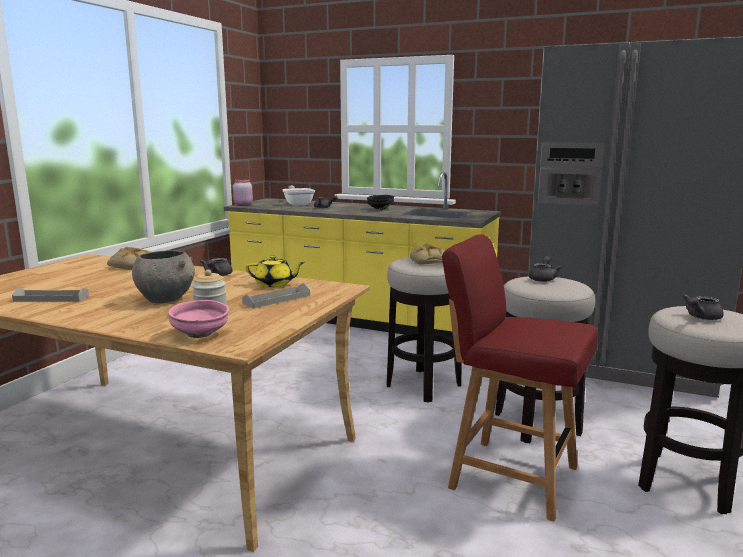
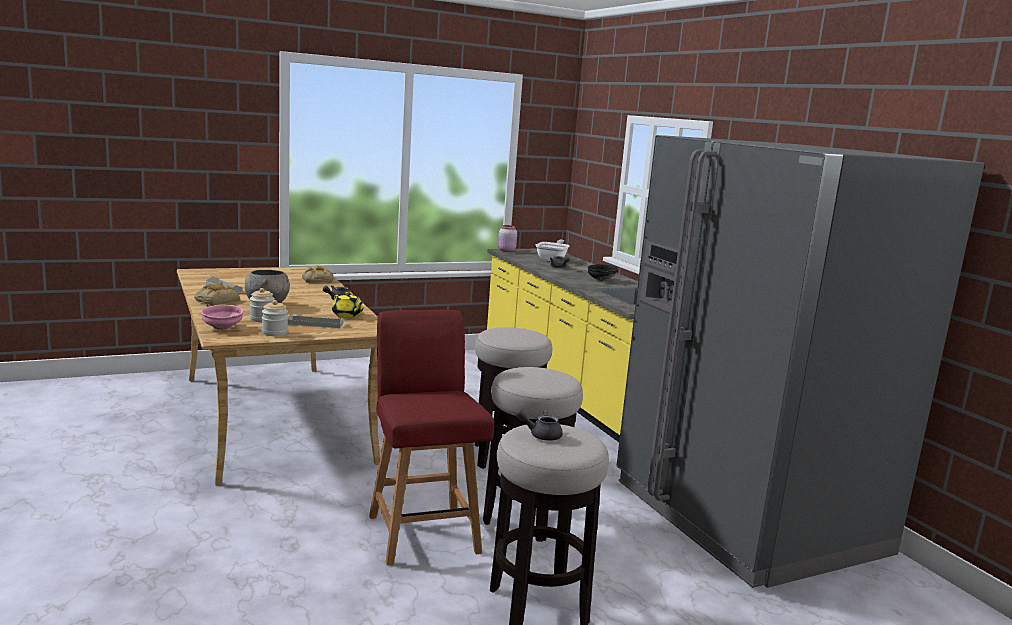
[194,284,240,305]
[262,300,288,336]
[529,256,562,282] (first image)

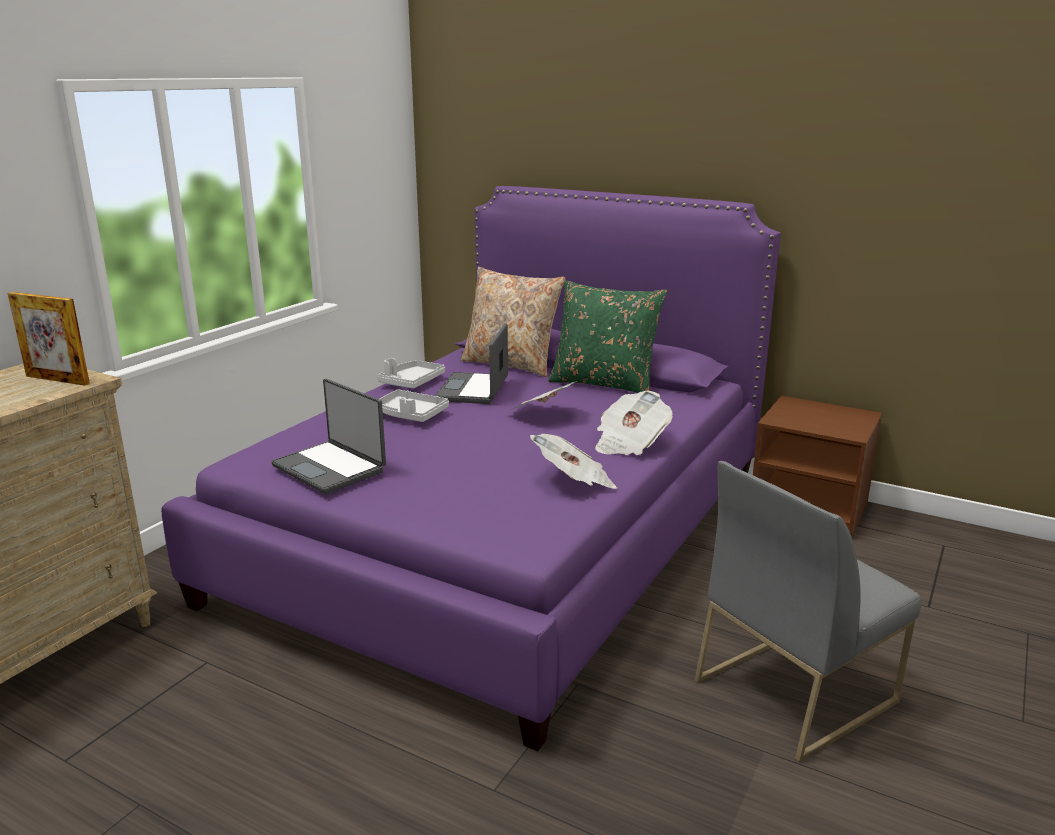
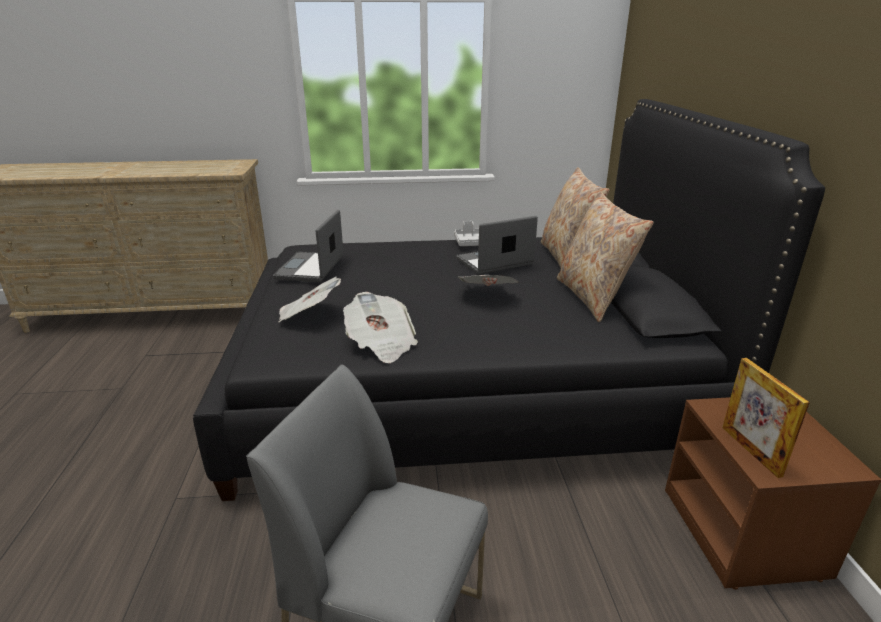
[193,99,825,501]
[279,277,341,322]
[557,191,654,322]
[722,358,810,478]
[380,389,449,422] (first image)

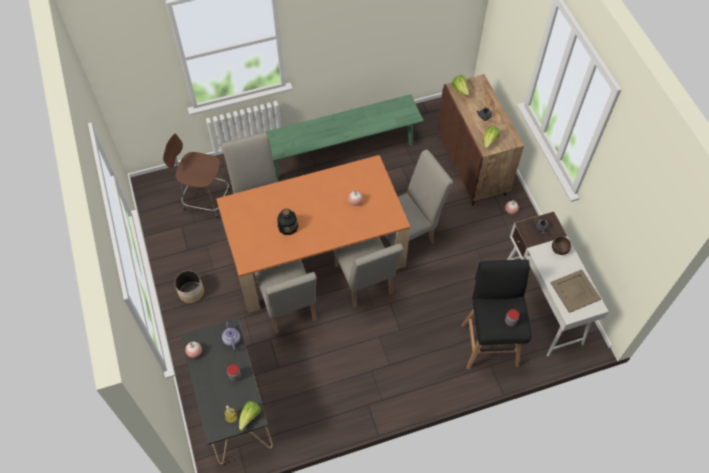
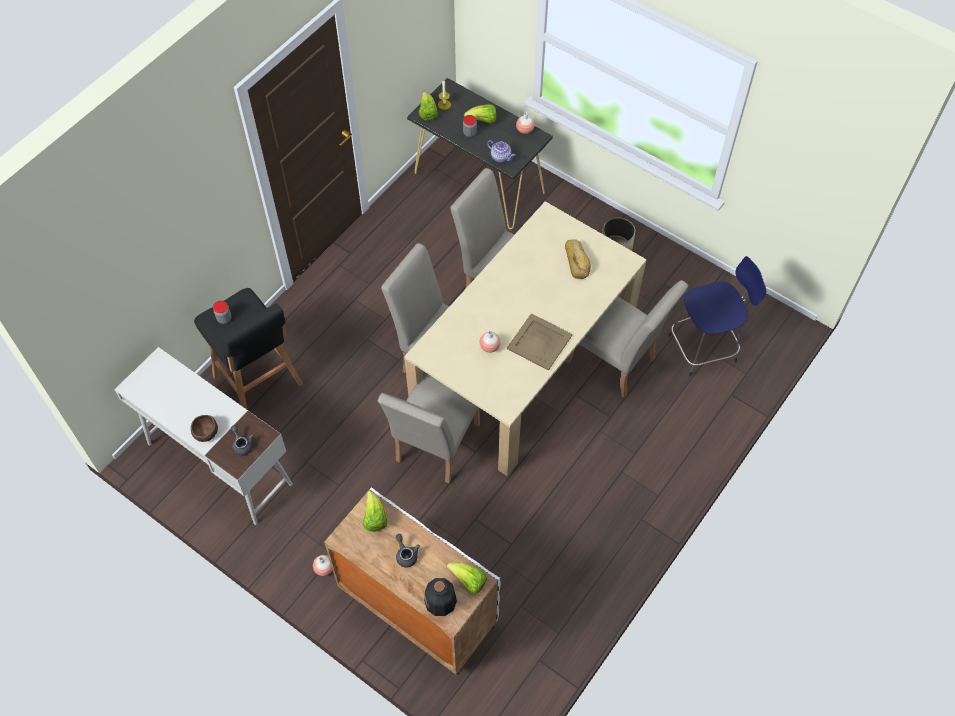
[324,487,501,675]
[404,201,647,477]
[424,578,457,616]
[464,104,496,123]
[507,313,572,371]
[565,239,591,279]
[668,256,766,377]
[266,94,424,181] (first image)

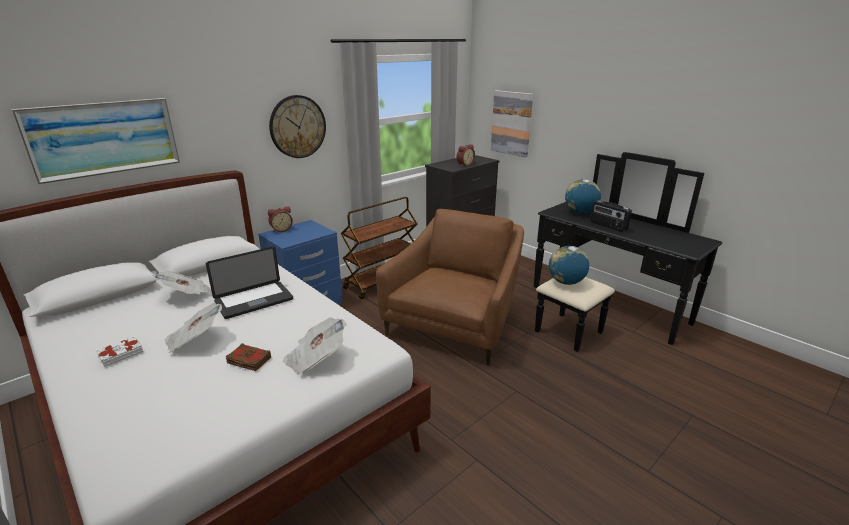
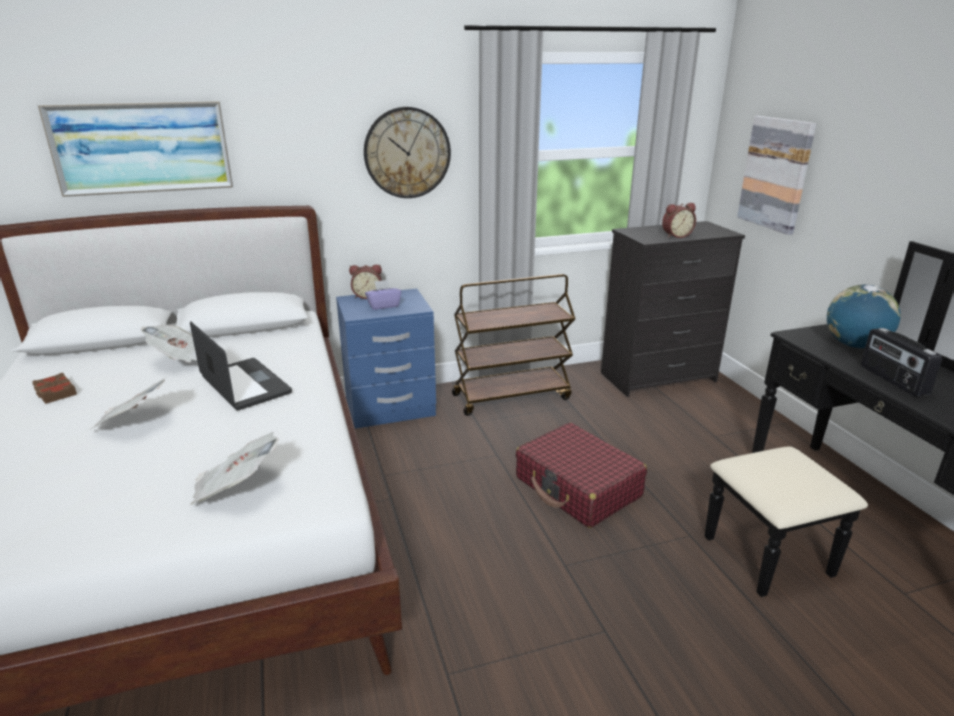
[32,373,77,404]
[190,322,292,410]
[365,280,401,310]
[516,423,647,528]
[96,336,143,367] (first image)
[549,246,589,285] (first image)

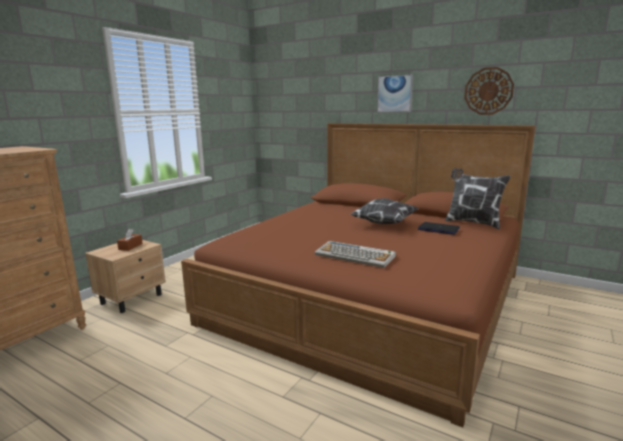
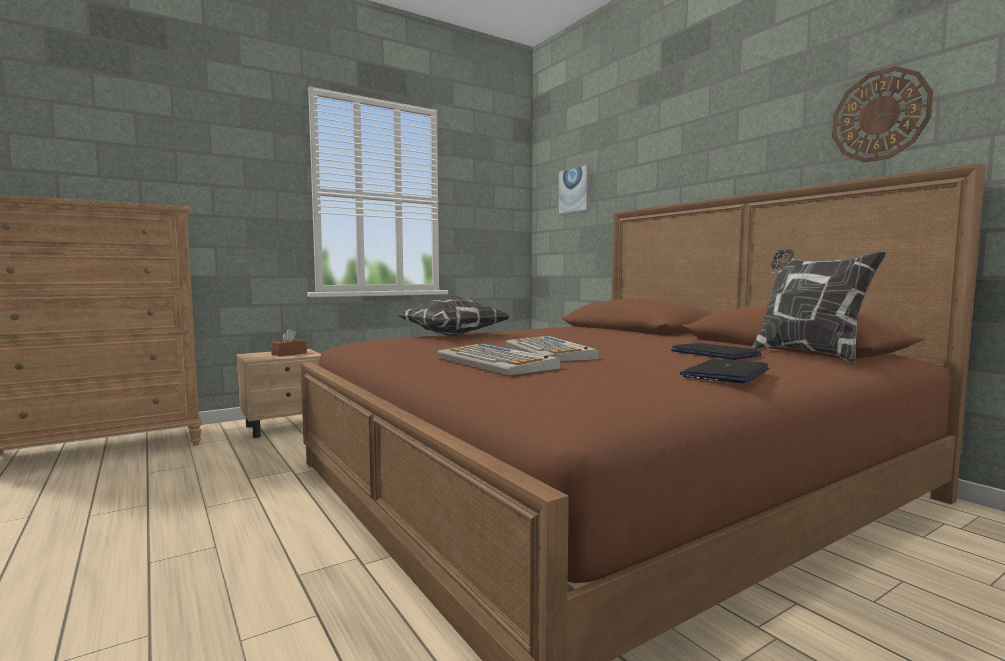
[398,295,510,337]
[506,336,599,361]
[558,164,590,215]
[680,359,769,383]

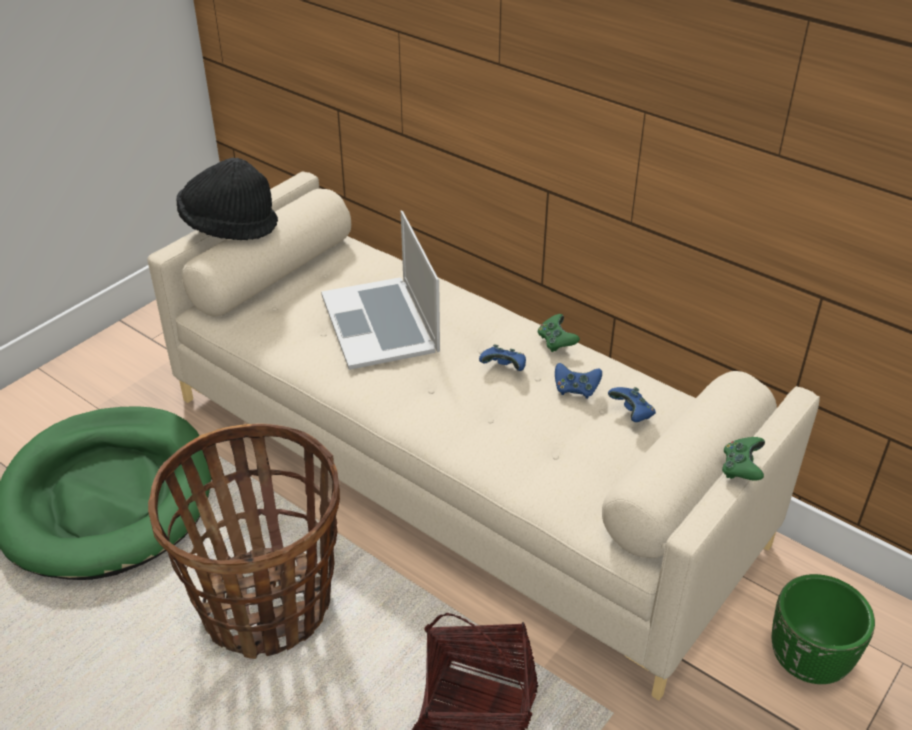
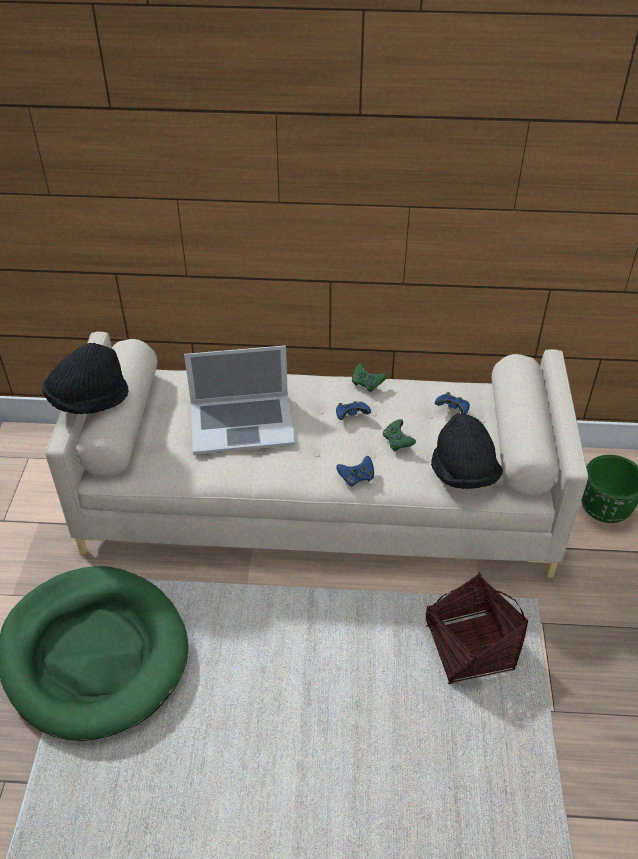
[184,345,295,455]
[336,456,374,487]
[383,419,416,451]
[431,413,503,489]
[148,423,340,659] (first image)

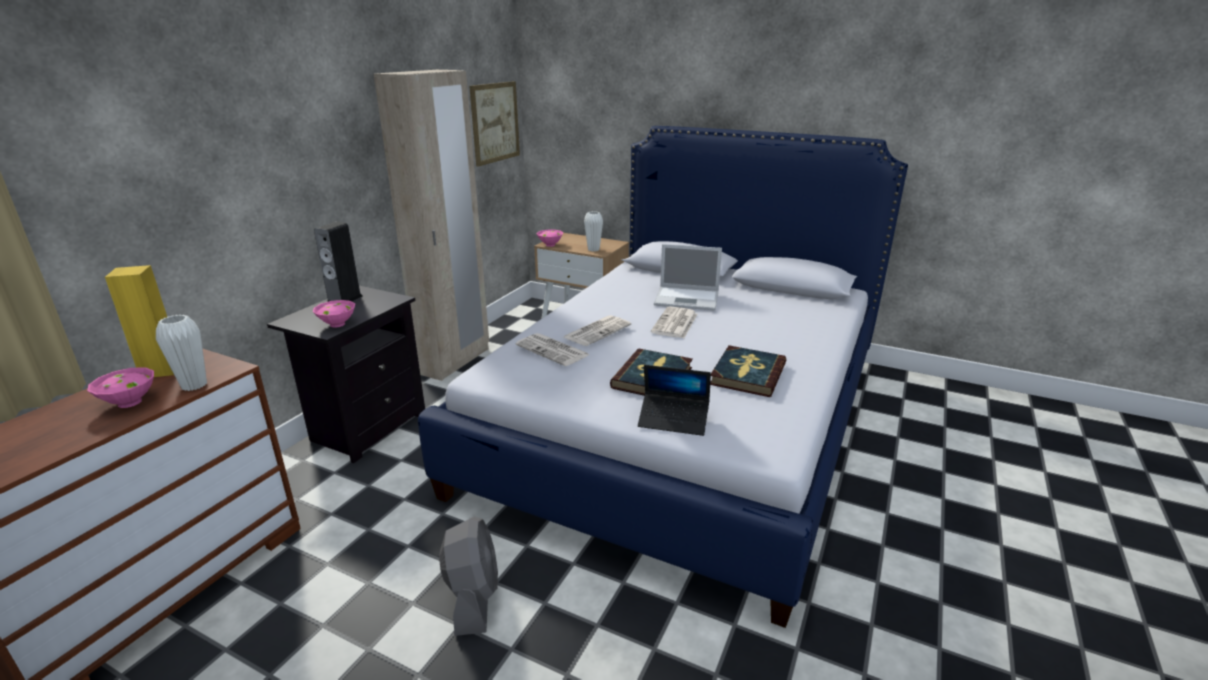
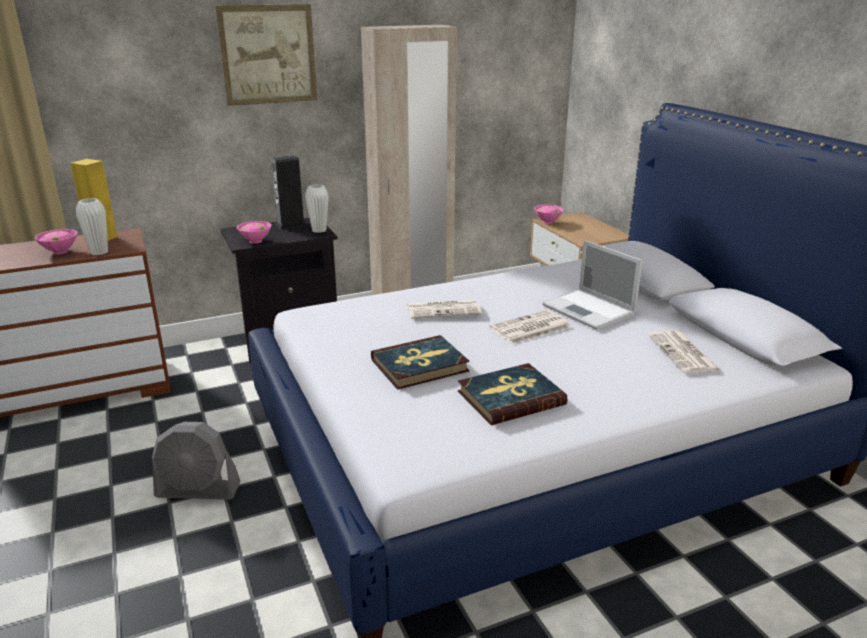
[152,422,241,500]
[215,4,317,106]
[305,184,329,233]
[648,331,721,374]
[638,365,711,436] (first image)

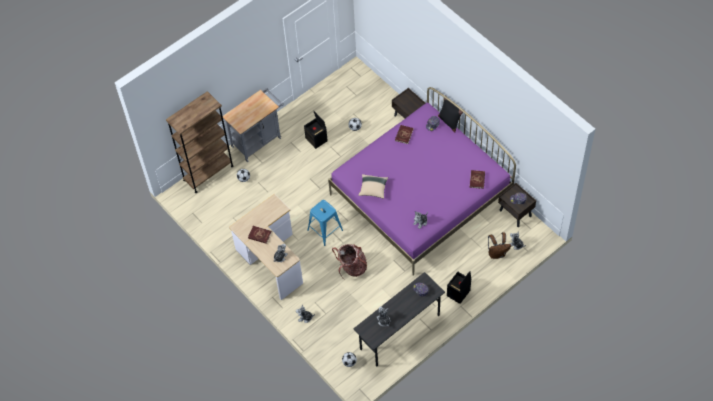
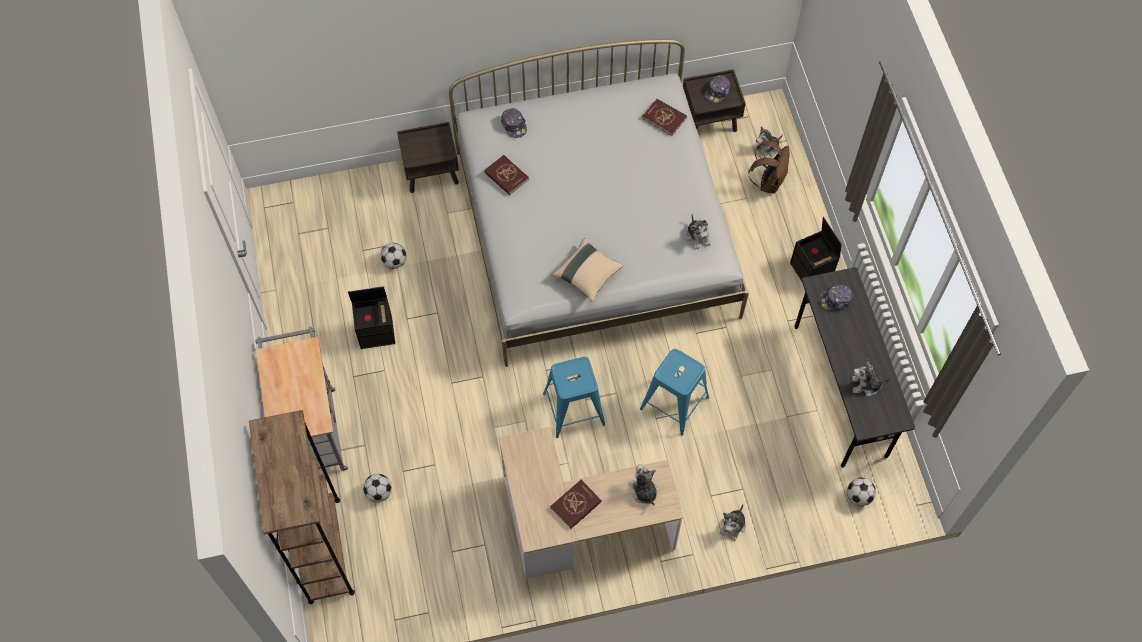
[449,39,749,367]
[640,349,709,436]
[438,95,463,133] (first image)

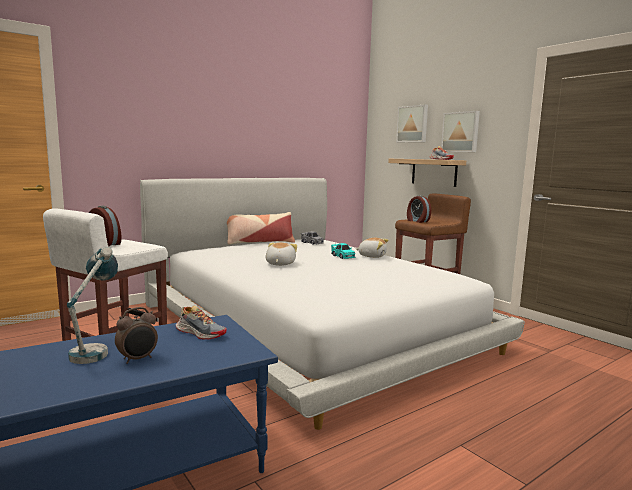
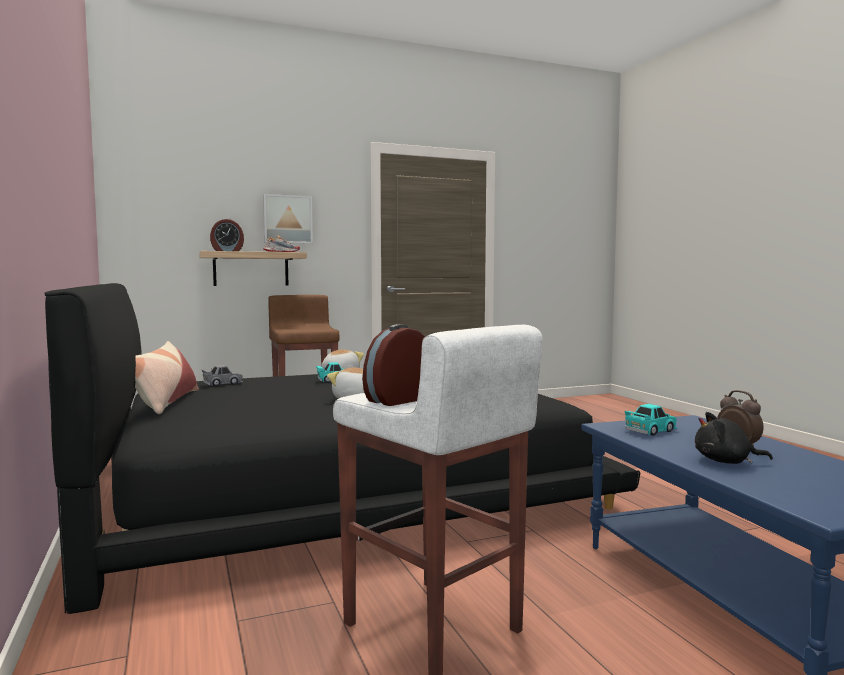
[44,283,640,614]
[210,218,244,251]
[625,404,677,436]
[695,412,773,464]
[396,105,428,142] (first image)

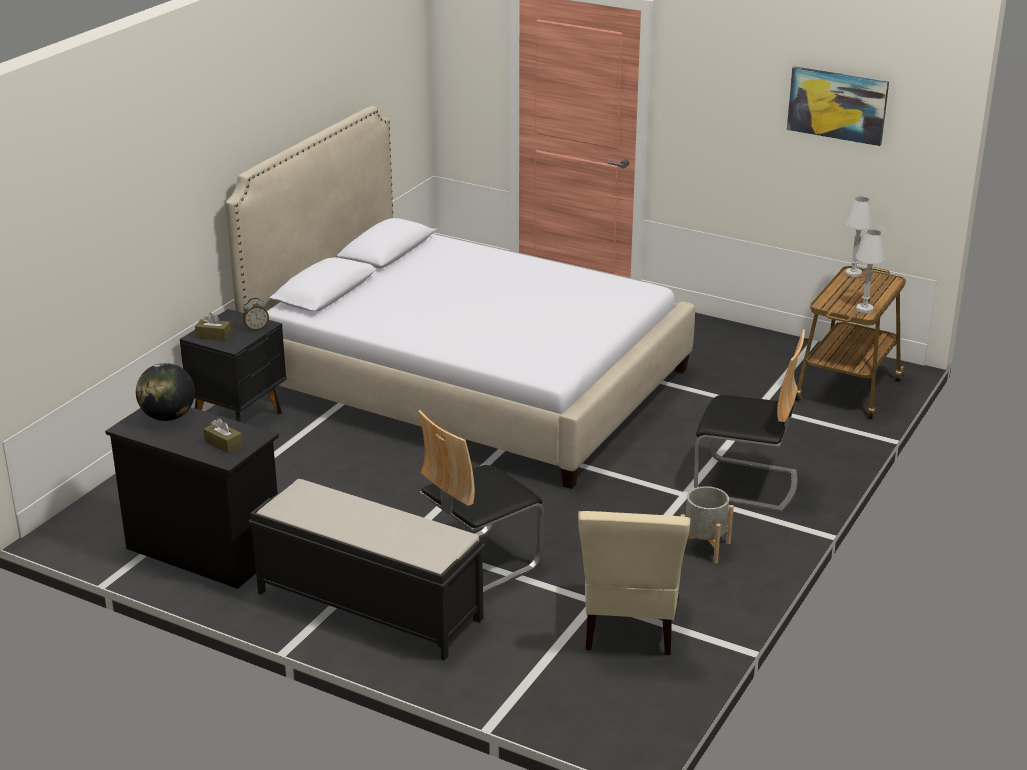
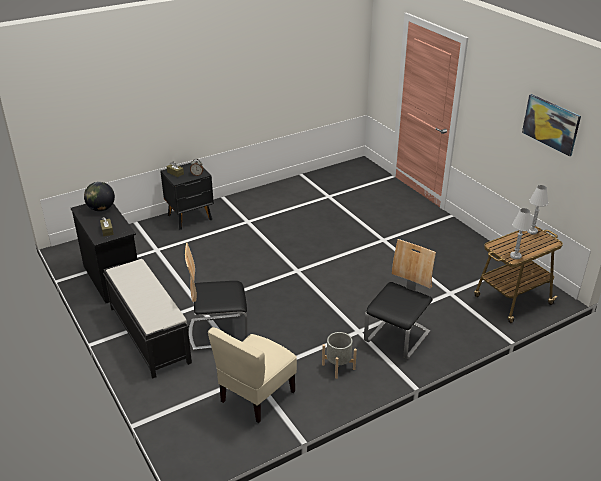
[364,239,436,359]
[225,106,695,489] (first image)

